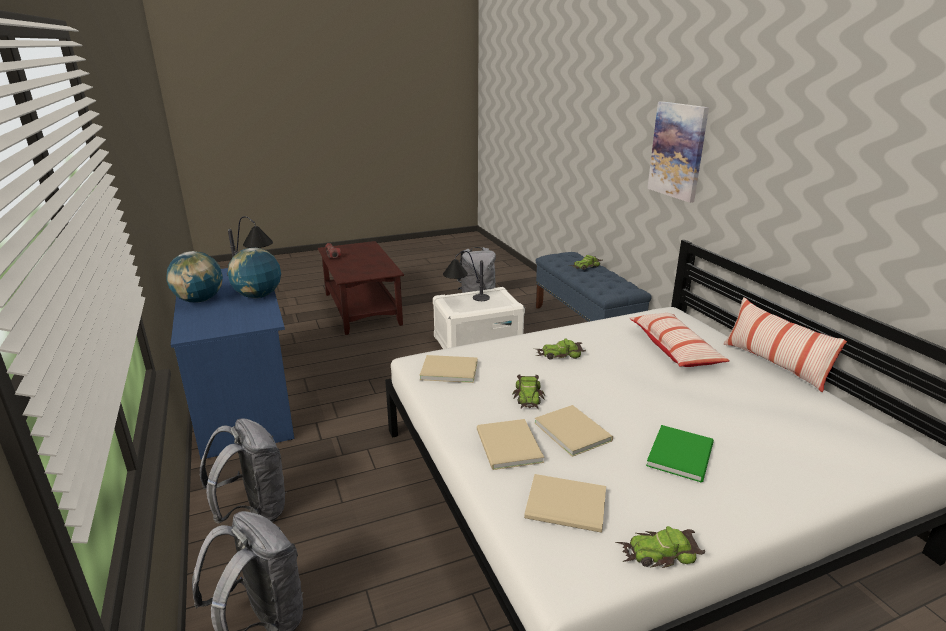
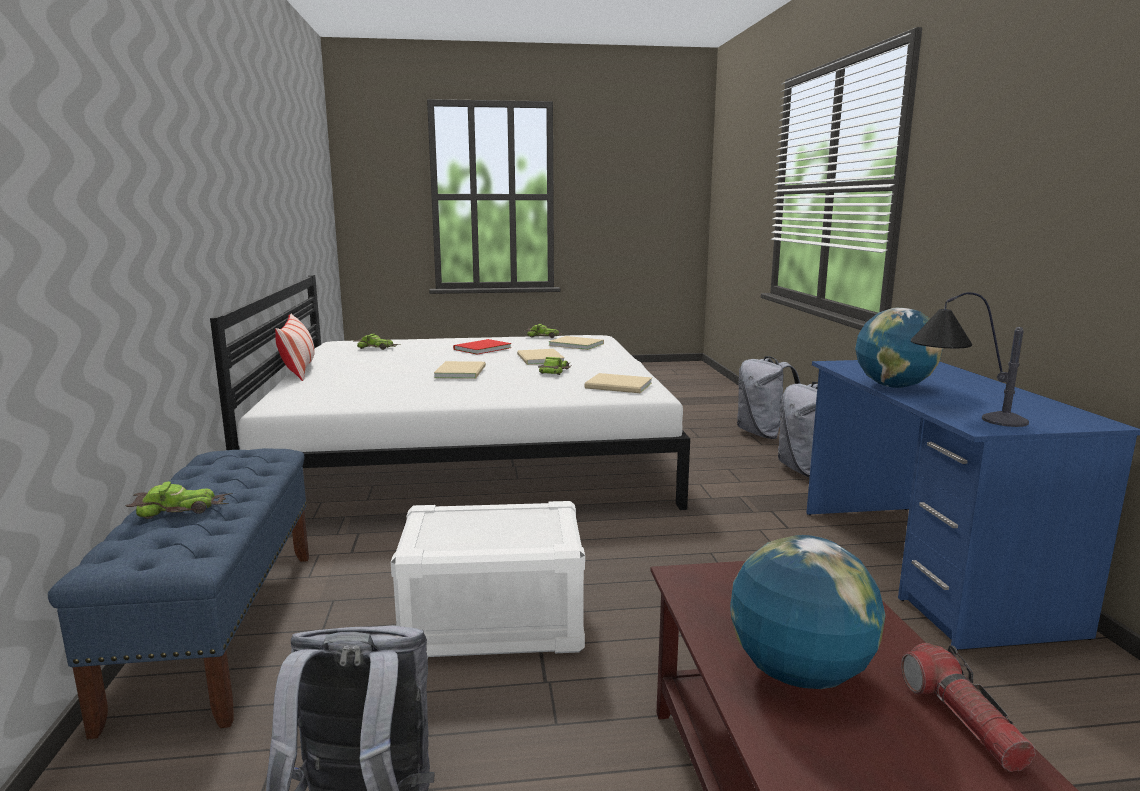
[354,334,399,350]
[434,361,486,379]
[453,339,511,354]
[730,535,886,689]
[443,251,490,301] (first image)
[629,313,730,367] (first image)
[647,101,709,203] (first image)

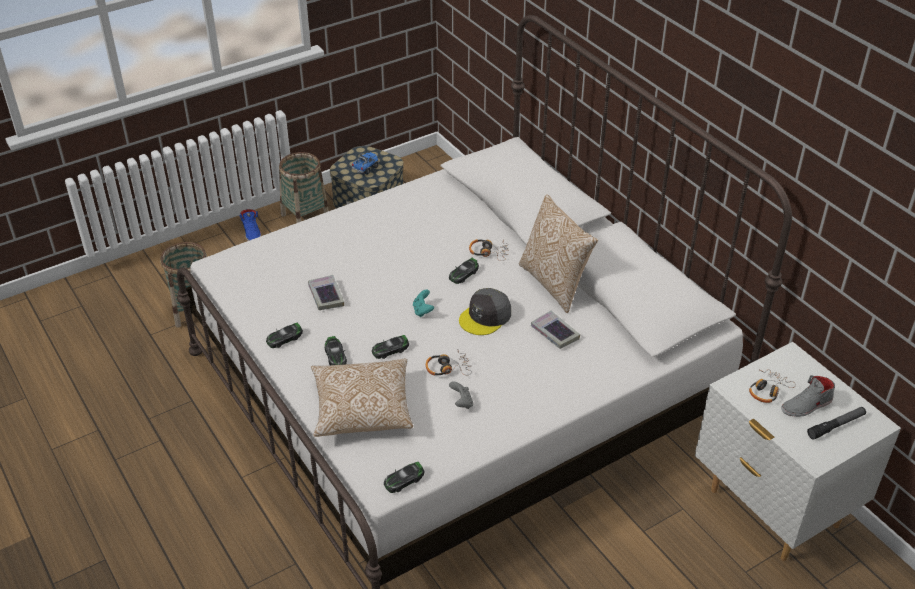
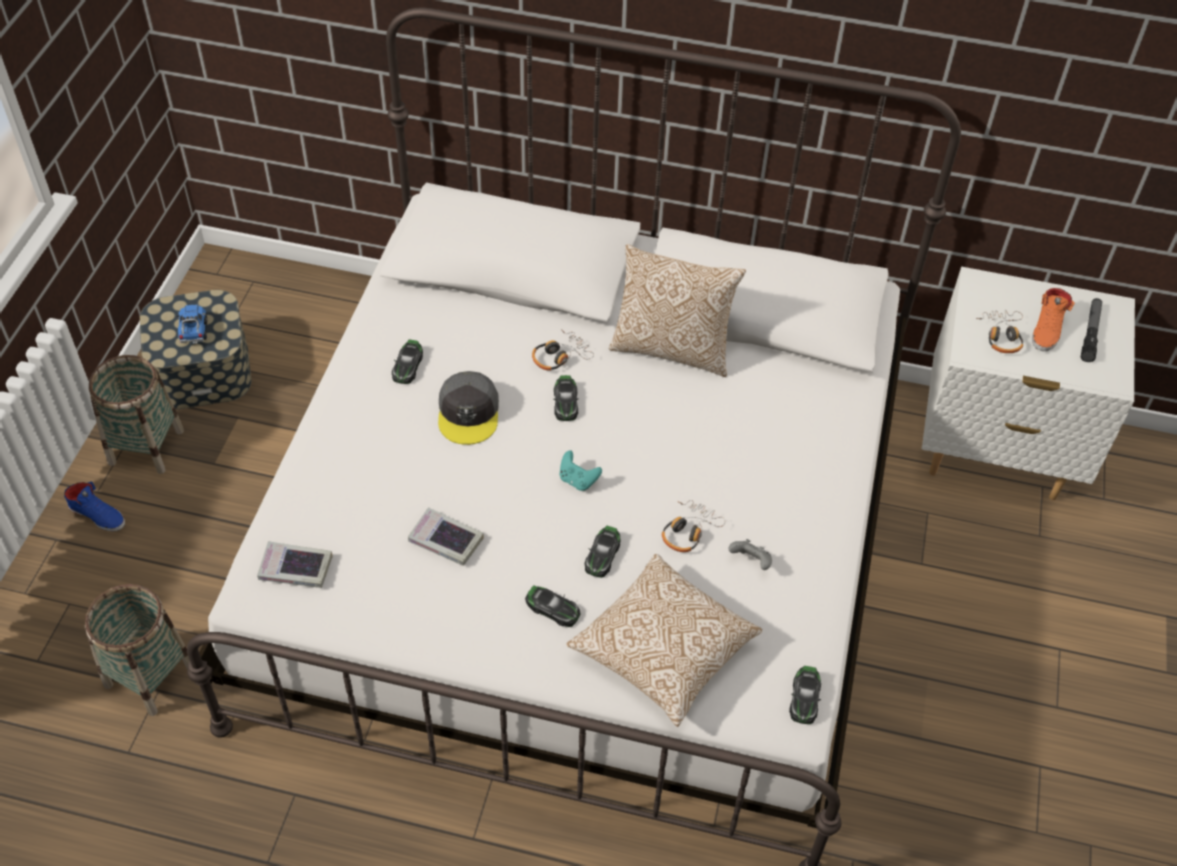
[257,541,332,588]
[392,339,423,384]
[438,371,499,445]
[1032,288,1075,351]

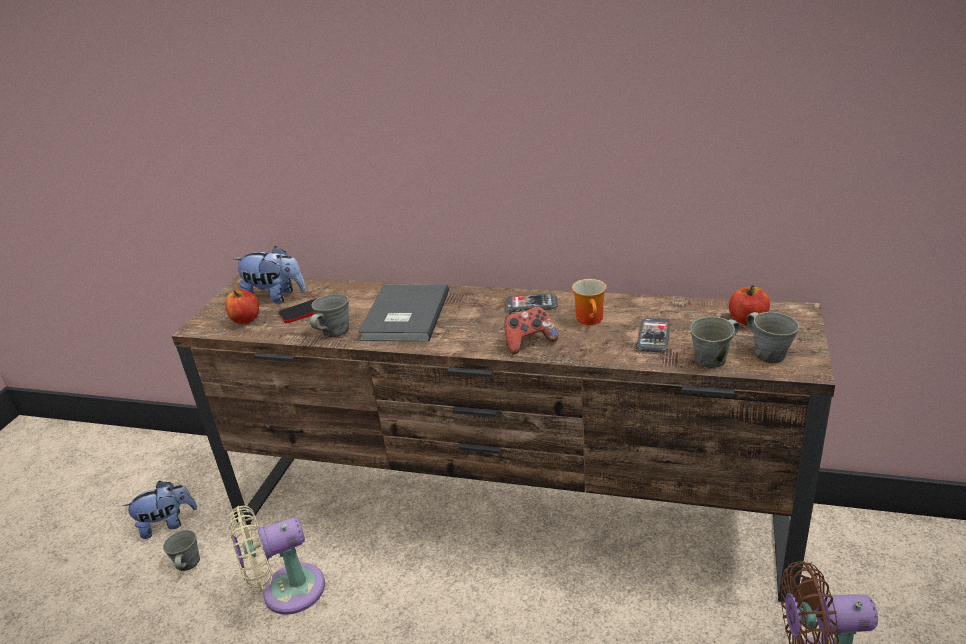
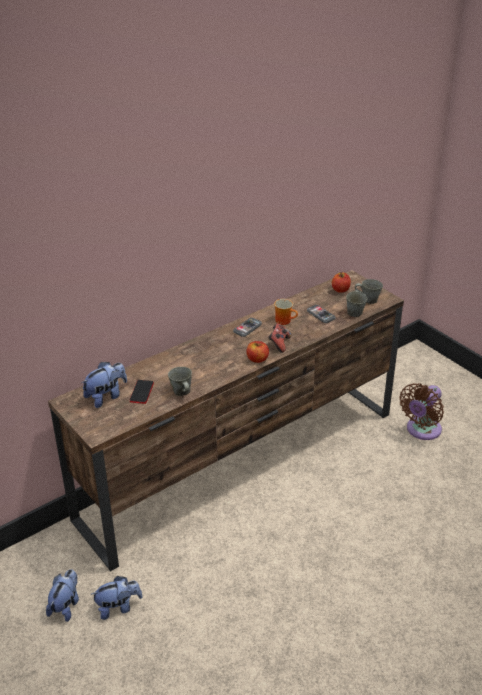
[90,576,143,620]
[246,341,269,363]
[228,505,325,615] (first image)
[358,284,449,342] (first image)

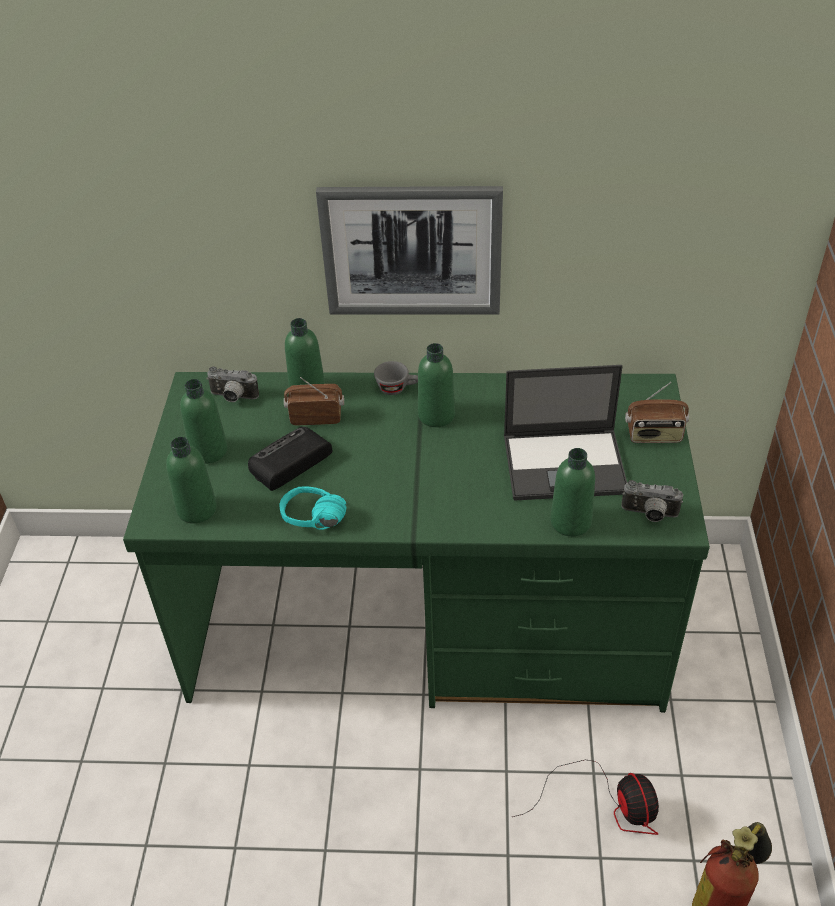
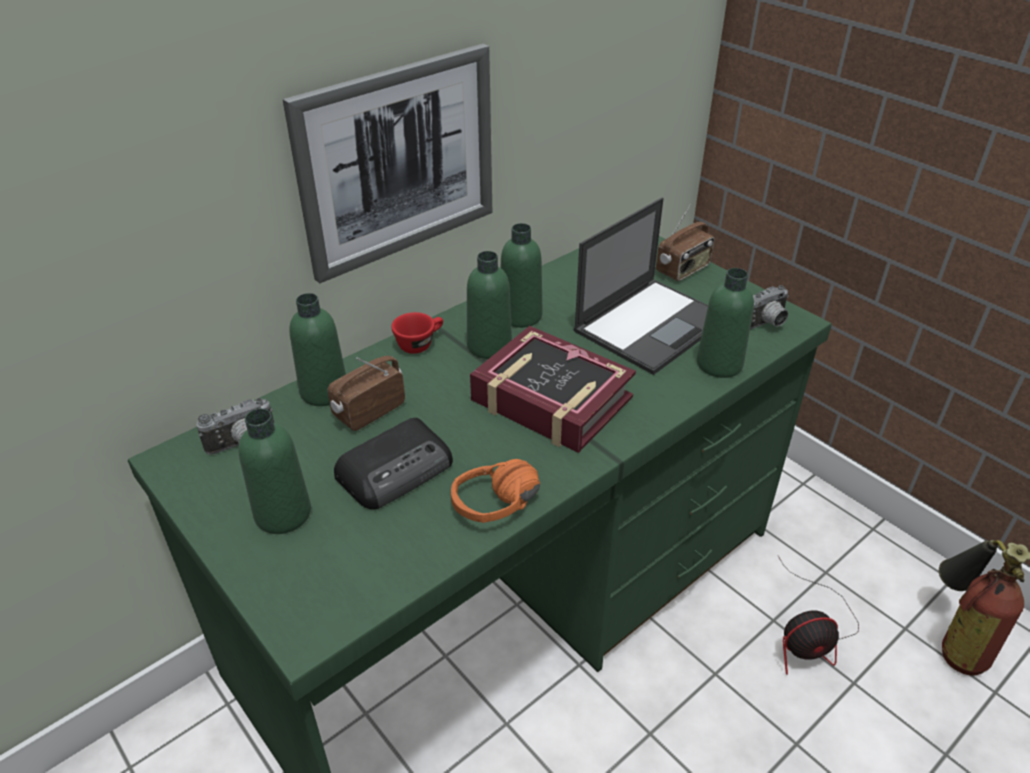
[334,418,453,509]
[391,312,443,354]
[451,459,540,523]
[470,326,636,453]
[501,223,542,328]
[778,556,859,675]

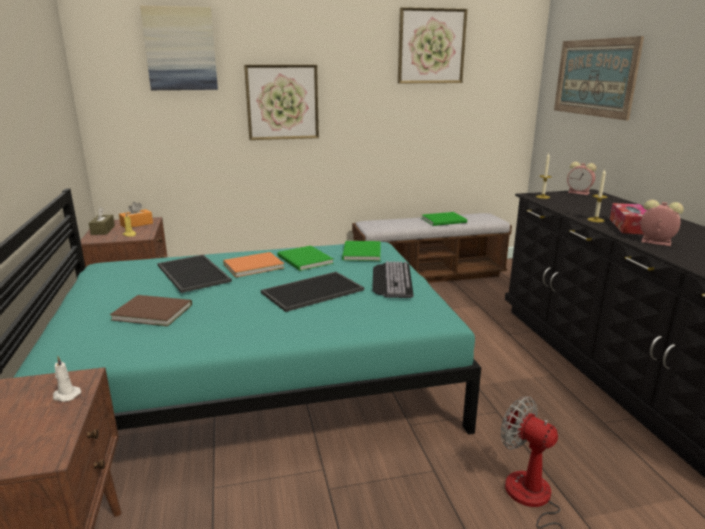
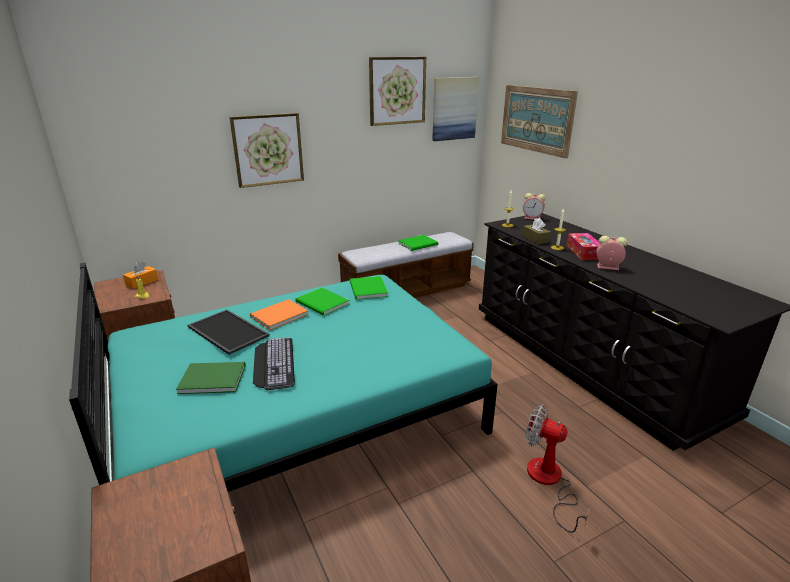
[176,362,245,394]
[253,337,295,390]
[432,77,479,141]
[522,218,551,244]
[53,356,81,402] (first image)
[261,272,364,312] (first image)

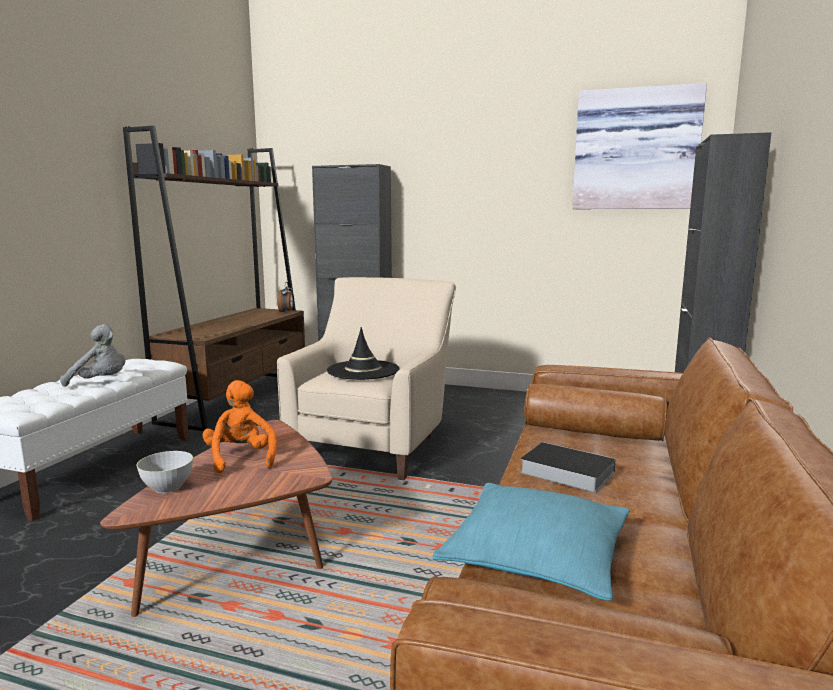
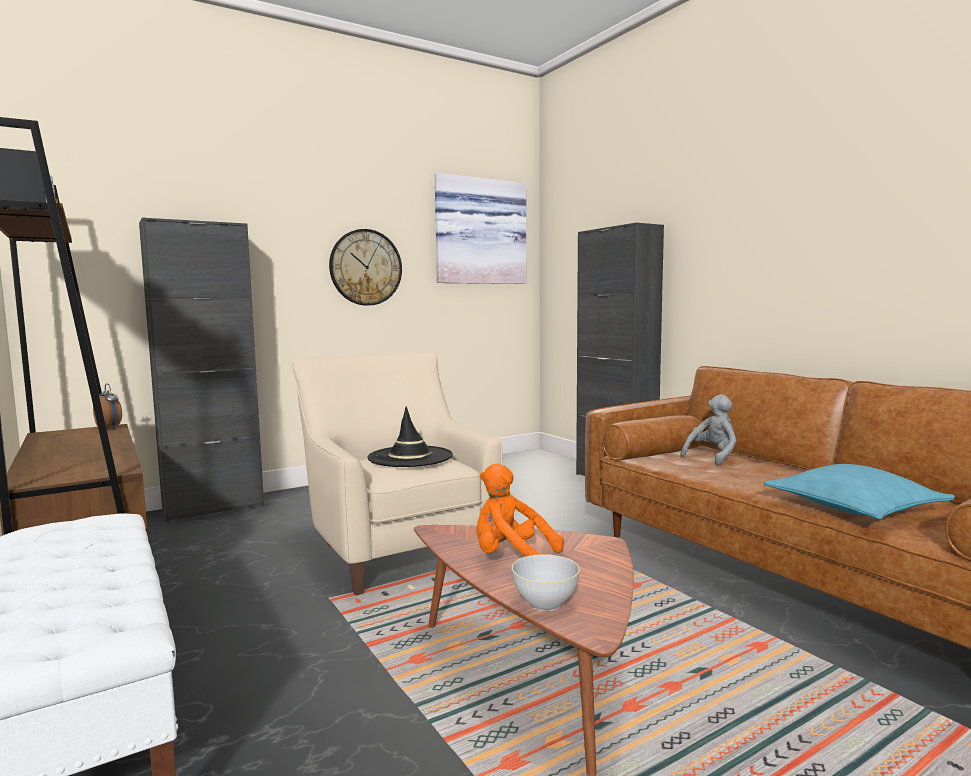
[329,229,402,306]
[680,394,737,465]
[520,442,616,492] (first image)

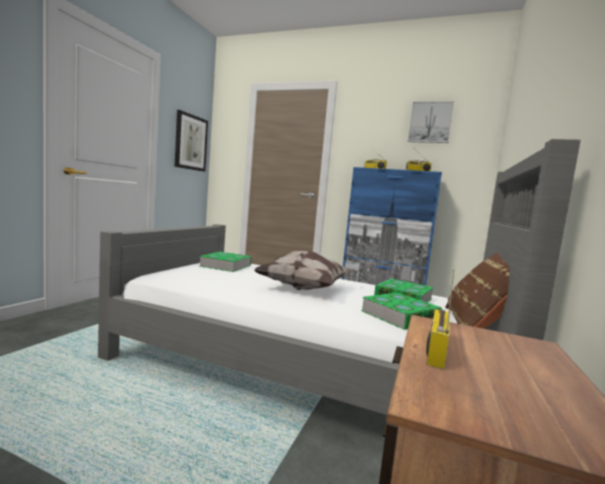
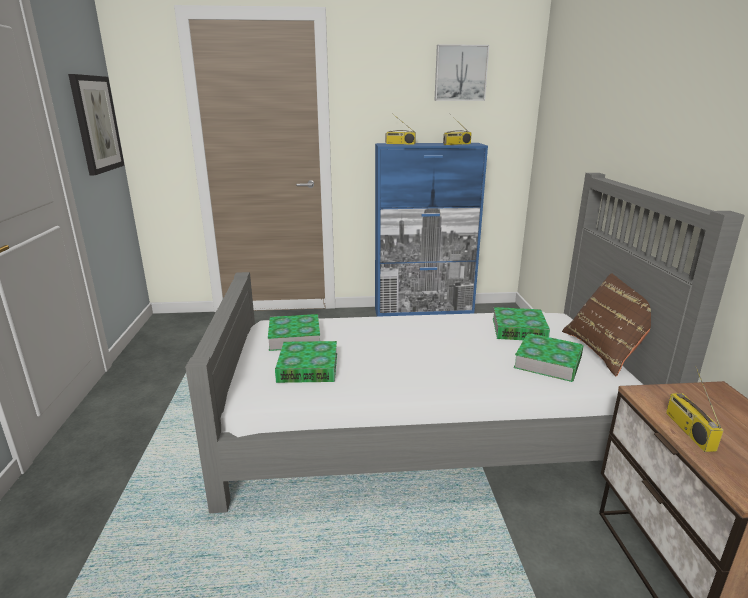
[275,341,337,383]
[254,251,355,290] (first image)

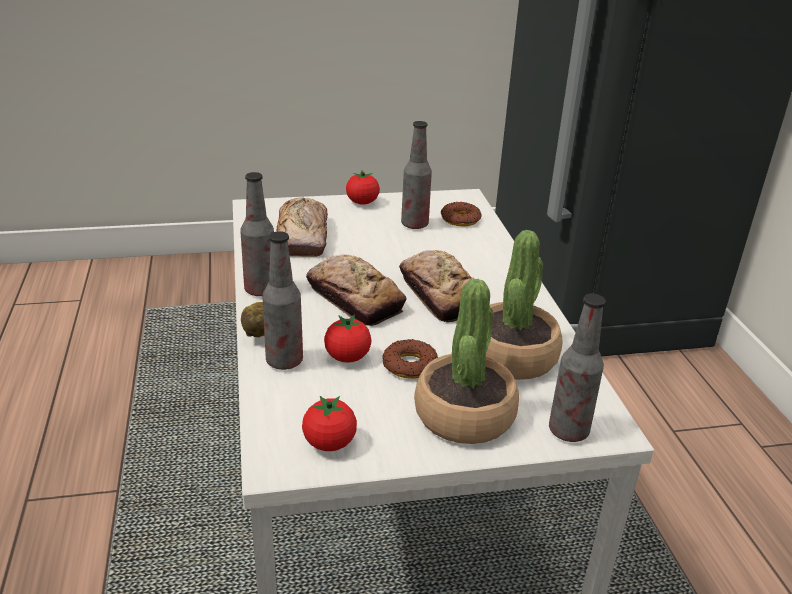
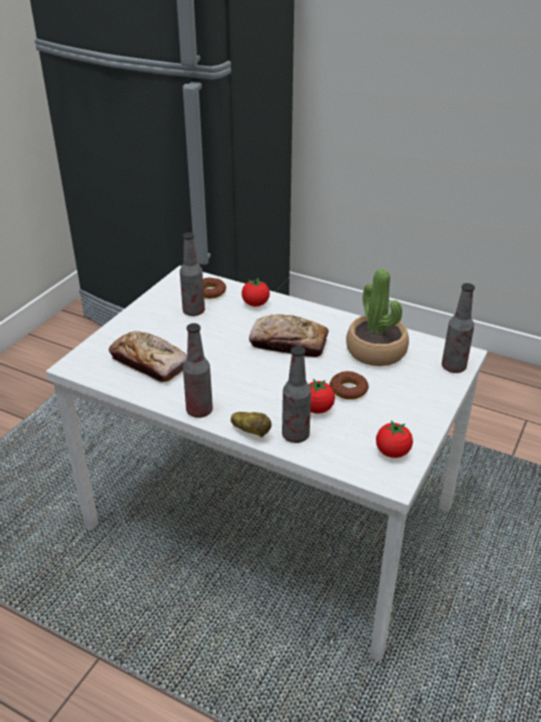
[242,278,270,307]
[306,254,407,326] (first image)
[414,279,519,444] (first image)

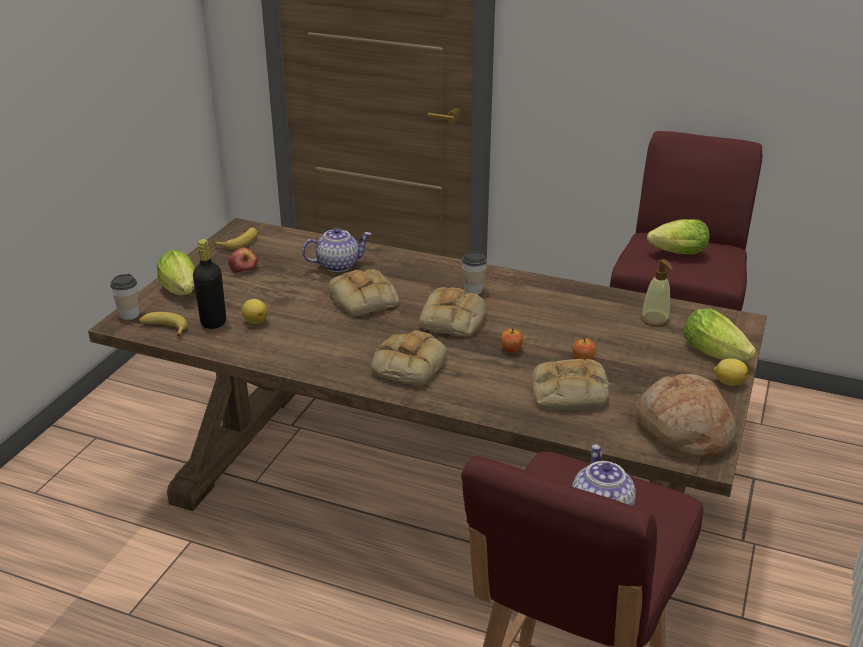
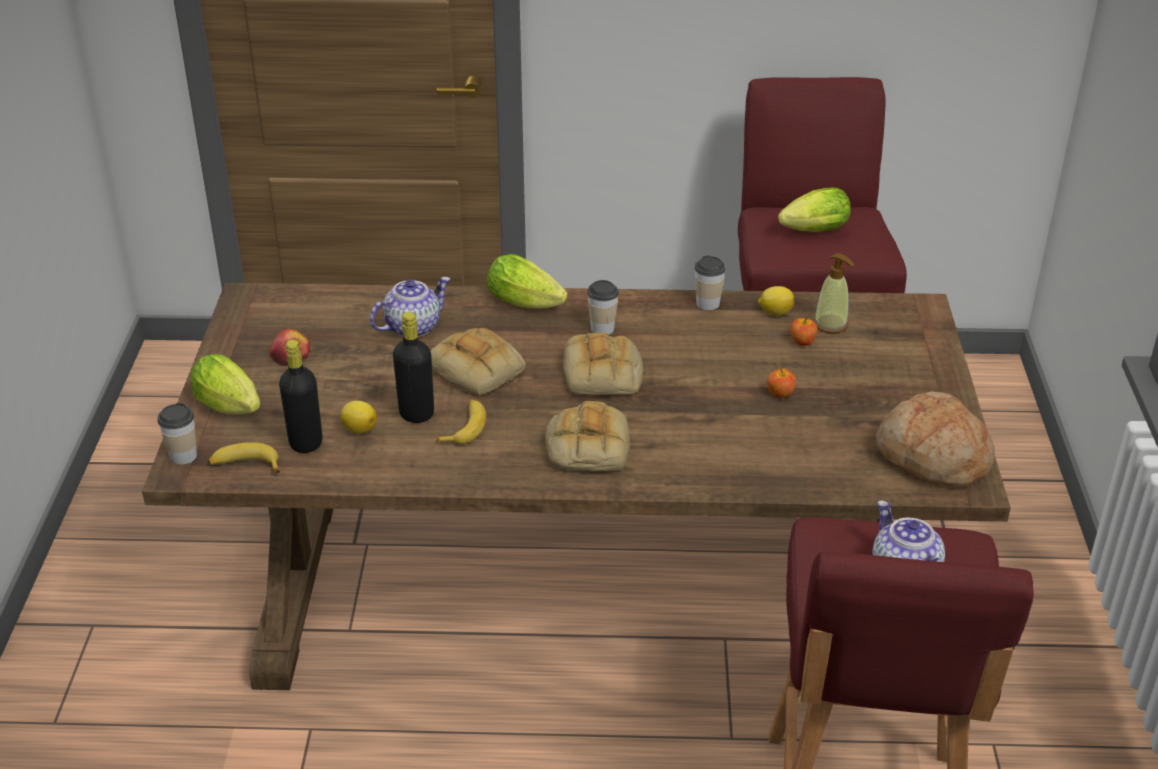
[393,312,434,423]
[436,399,486,444]
[487,254,568,309]
[695,255,726,310]
[758,286,794,316]
[790,318,817,346]
[531,359,609,410] (first image)

